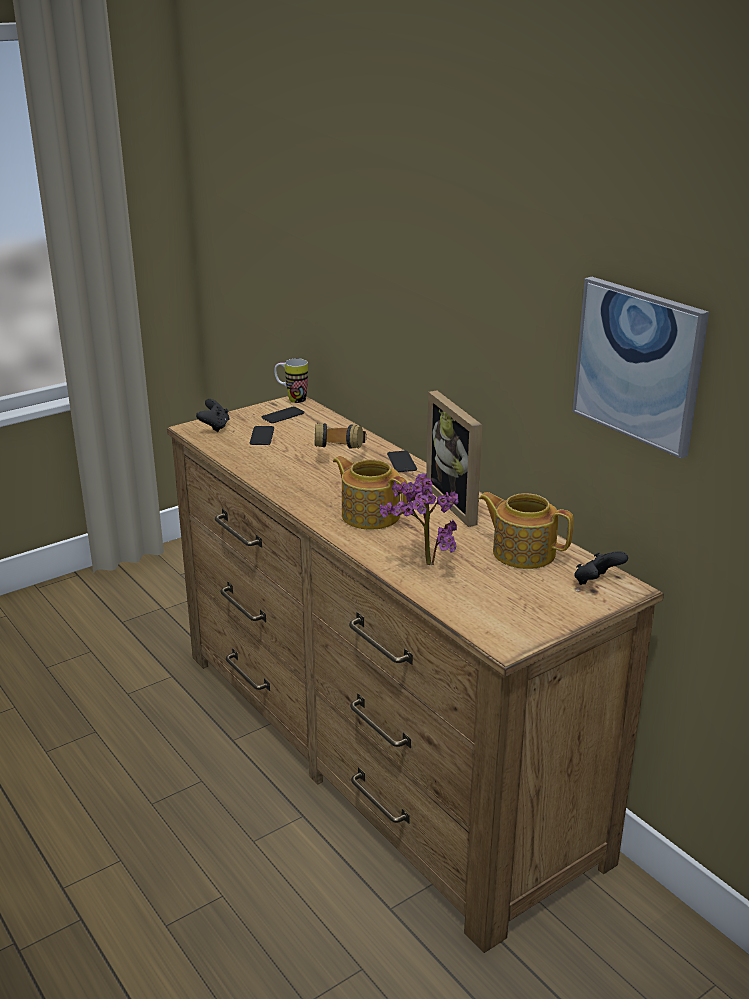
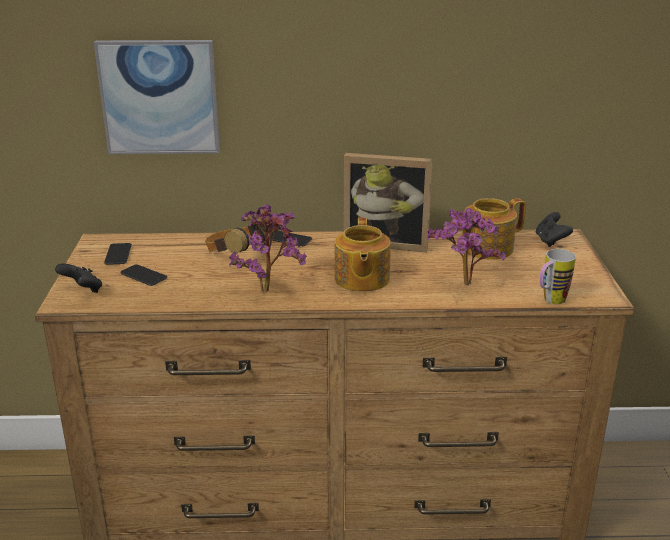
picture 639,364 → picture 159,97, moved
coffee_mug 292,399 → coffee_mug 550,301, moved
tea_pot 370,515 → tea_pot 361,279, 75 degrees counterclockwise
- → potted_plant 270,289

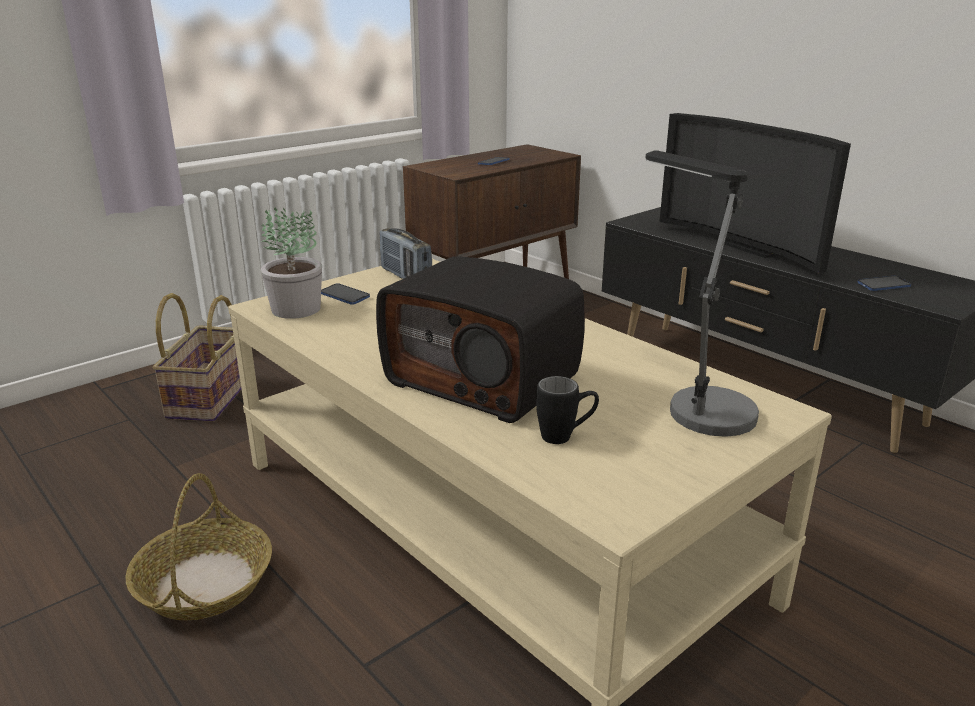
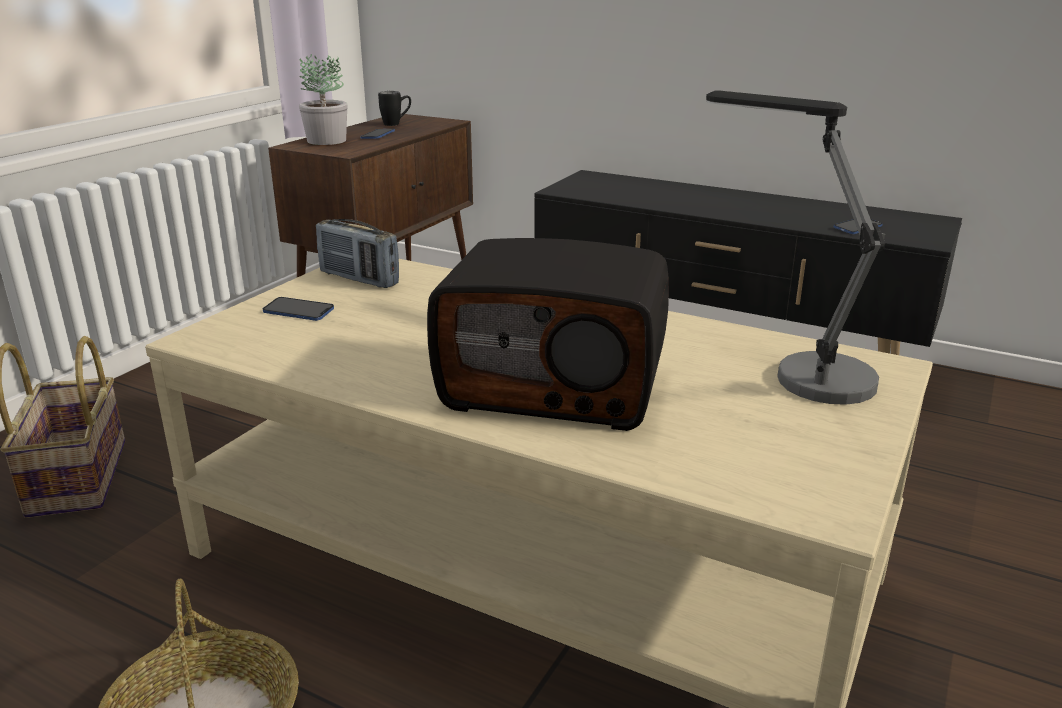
TV 752,247 → -
potted_plant 296,309 → potted_plant 327,141, moved
black-coloured_coffee_mug 565,436 → black-coloured_coffee_mug 396,124, moved

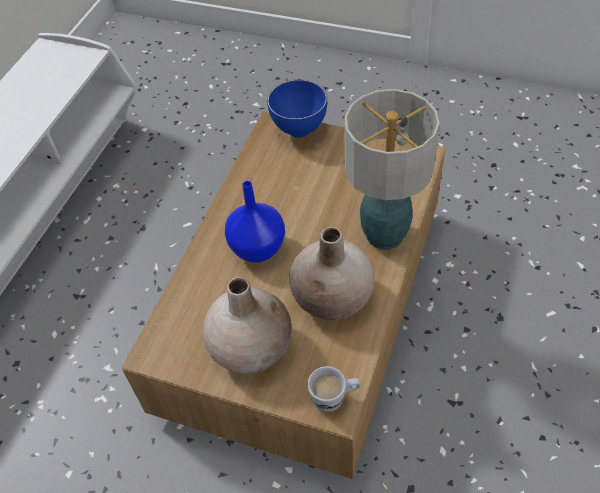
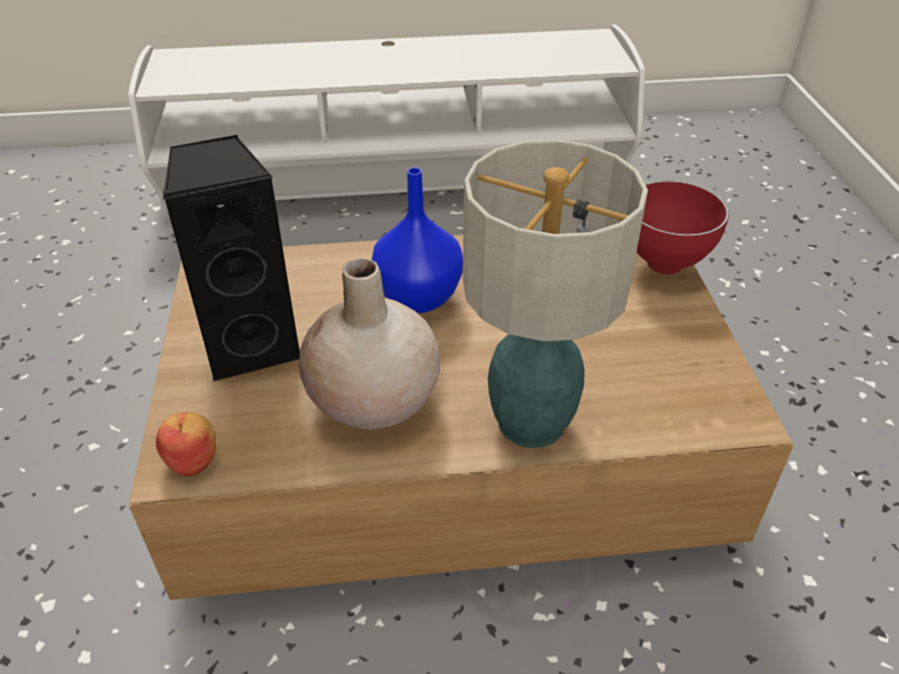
bluish_deep_dish 300,132 → red_deep_dish 664,266
sand-coloured_flower_vase 251,346 → black-coloured_speaker 252,345
white-coloured_coffee_mug 335,398 → whole_apple 193,460

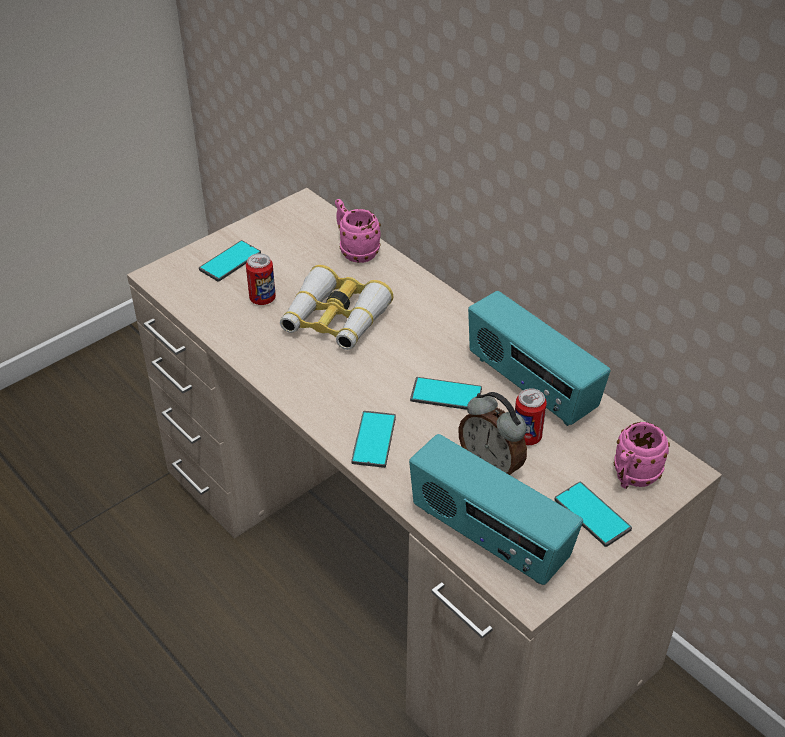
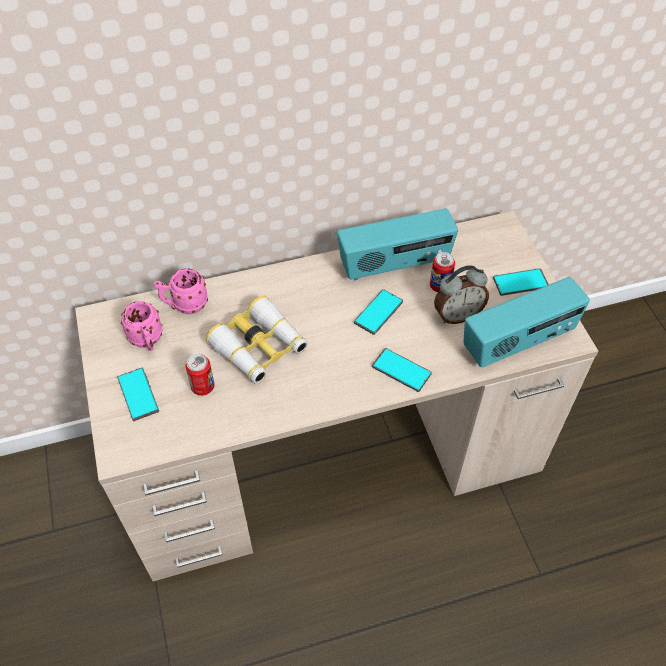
pink_coffee_mug 632,478 → pink_coffee_mug 148,341, moved

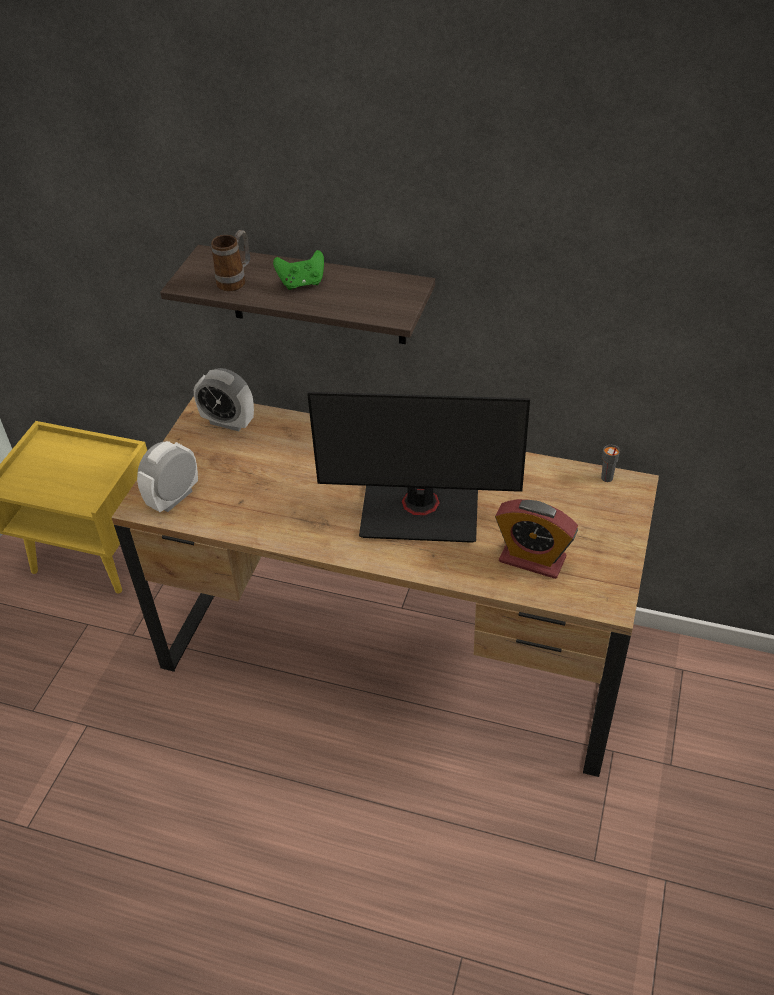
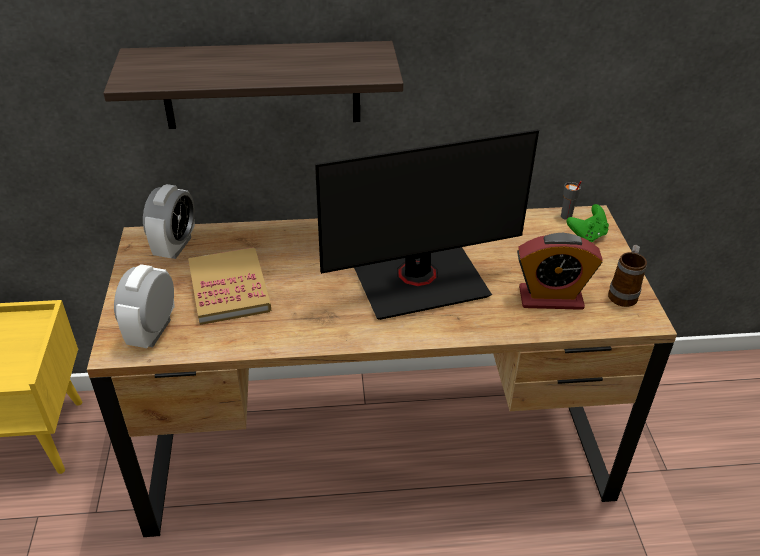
coffee_mug 236,281 → coffee_mug 623,294, moved
greenish_game_controller 302,283 → greenish_game_controller 587,236, moved
bedside_clock 228,422 → bedside_clock 175,246, 75 degrees counterclockwise
- → volume 229,288

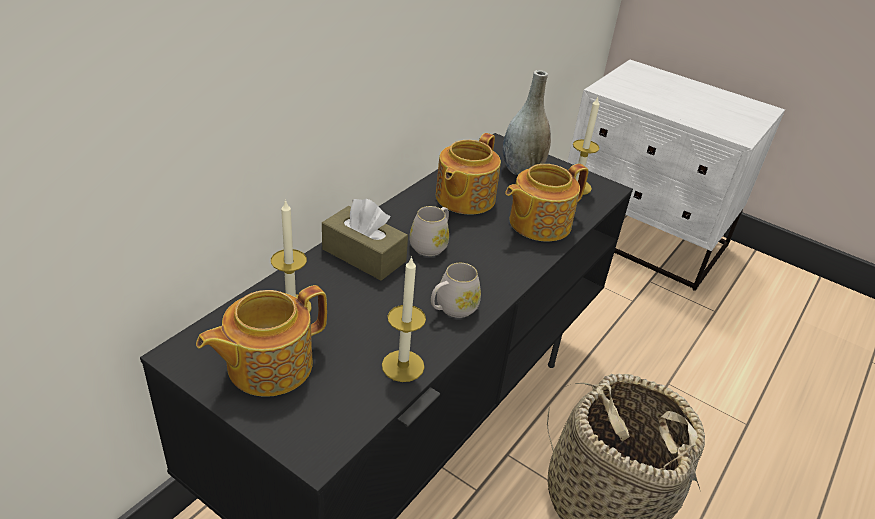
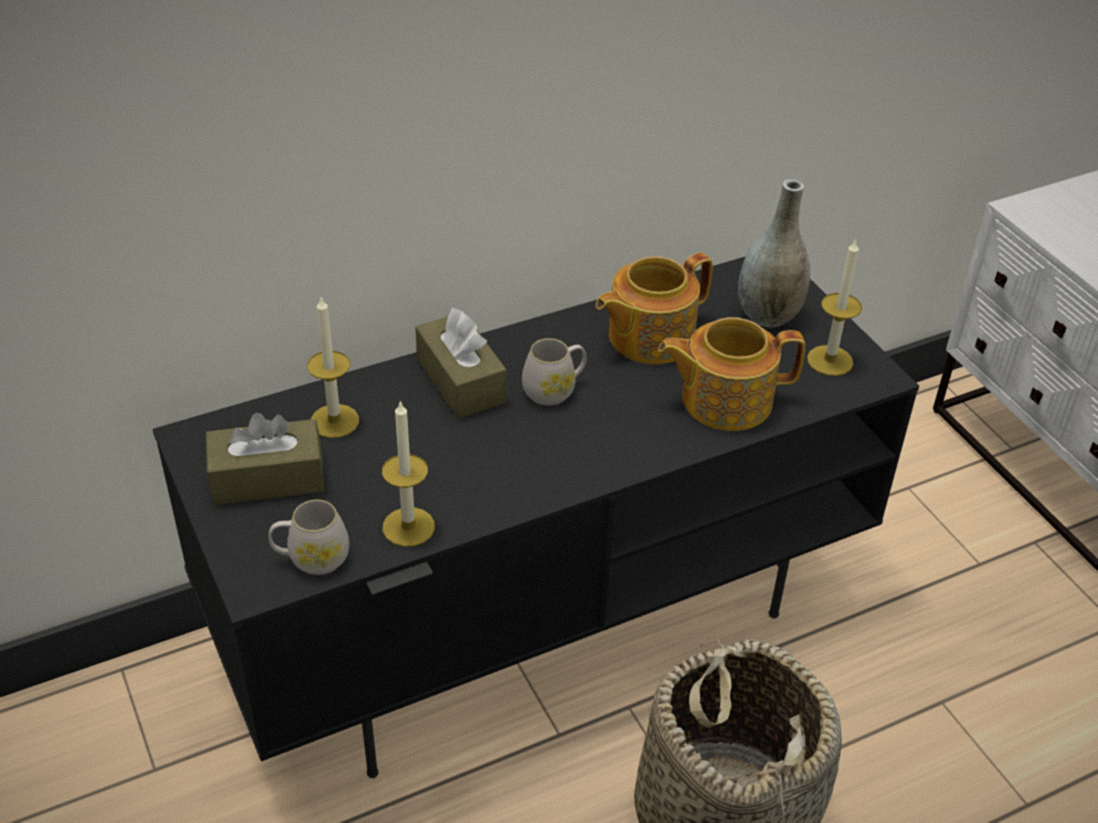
white-coloured_coffee_mug 452,309 → white-coloured_coffee_mug 311,558, moved
tea_pot 267,365 → brown_tissue_holder 267,478

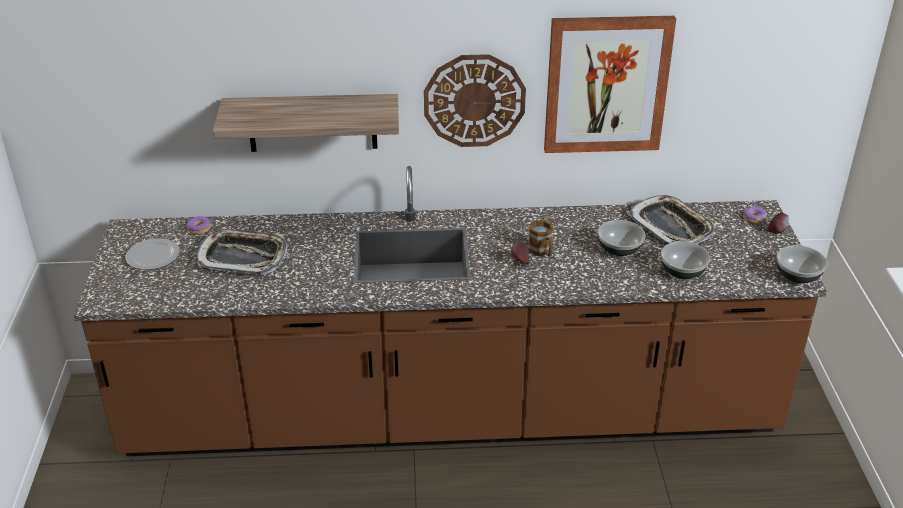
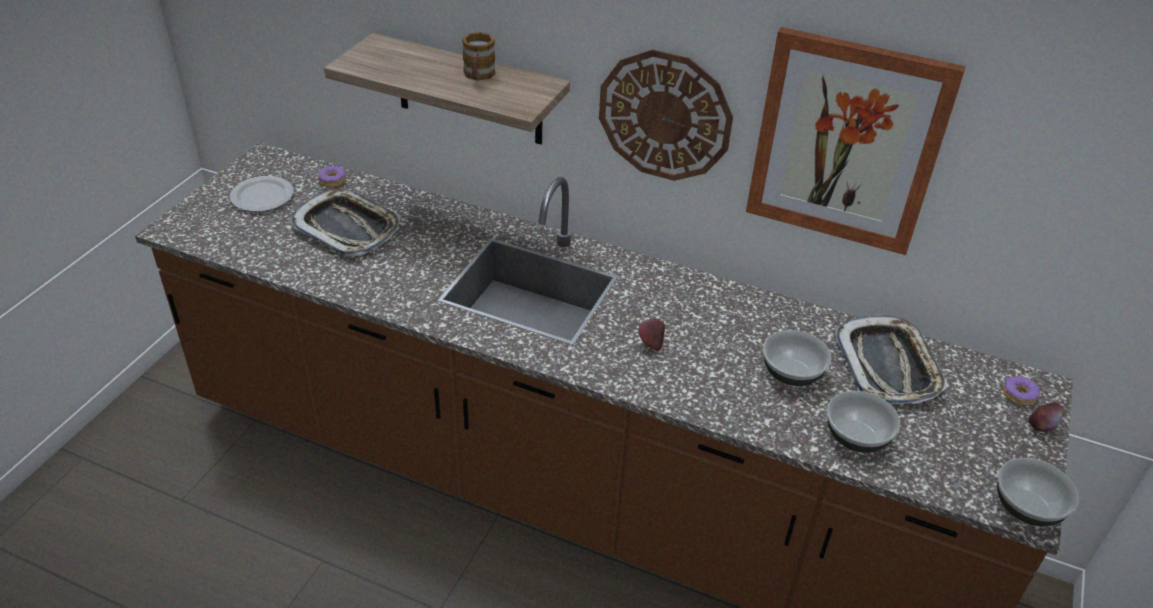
coffee_mug 542,252 → coffee_mug 478,76, moved

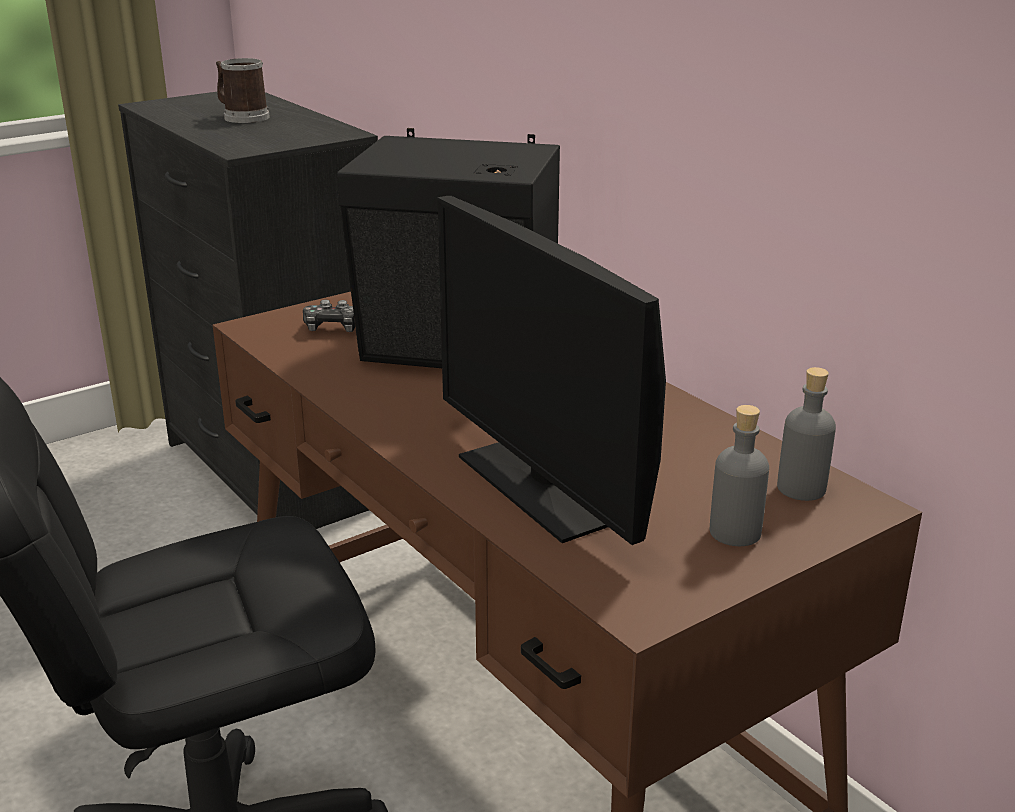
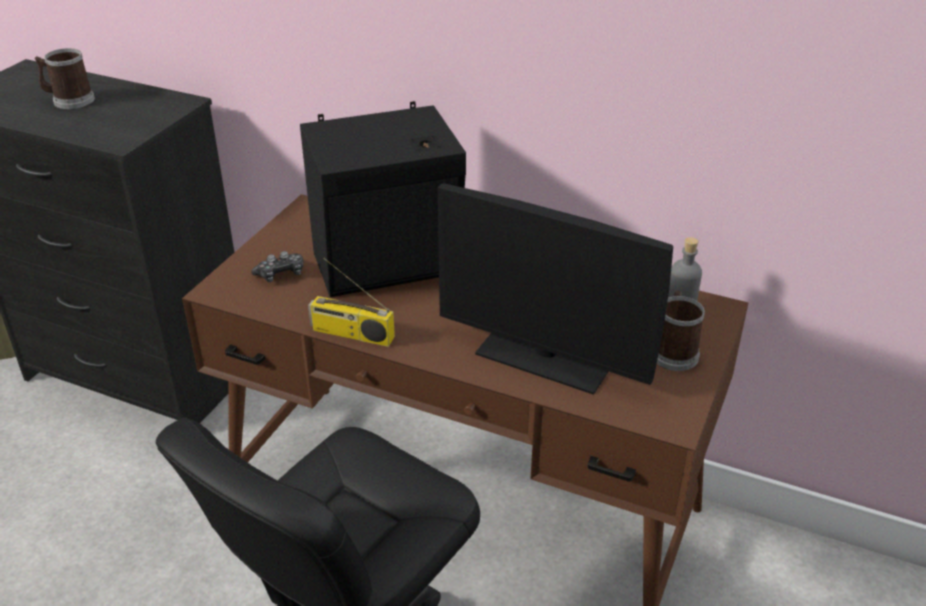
greyish_bottle 735,532 → coffee_mug 673,351
- → radio_set 351,334

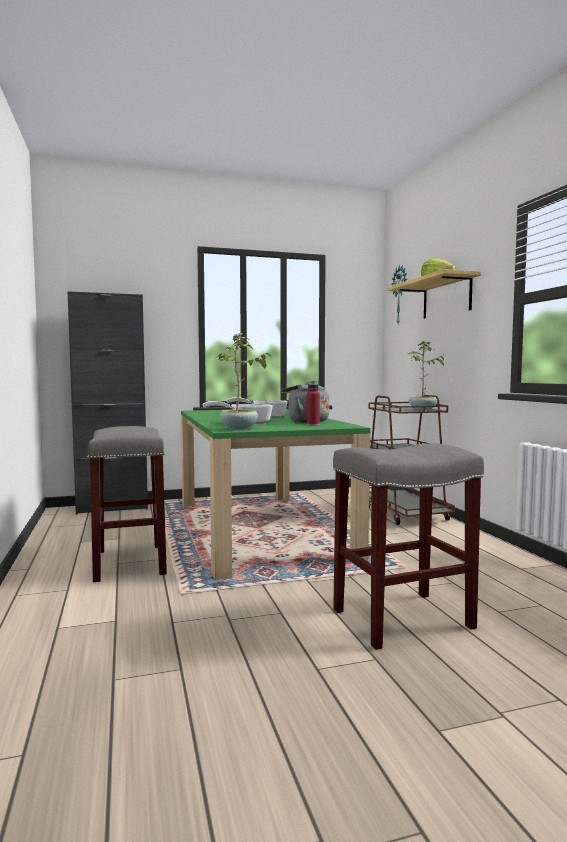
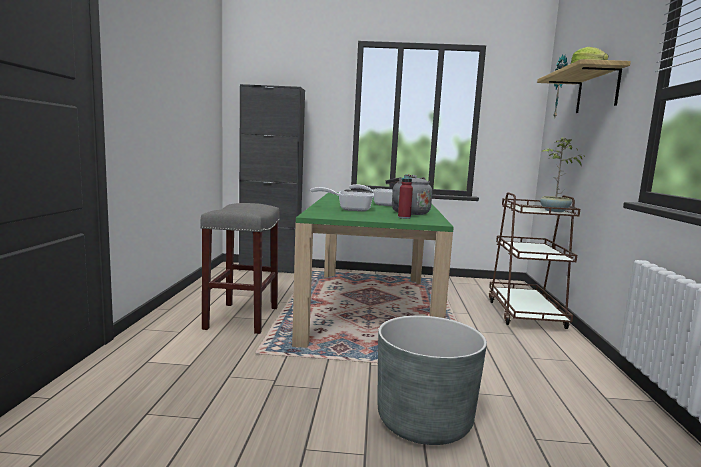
potted_plant 239,428 → -
greyish_sitting_stool 401,619 → greyish_plant_pot 424,422

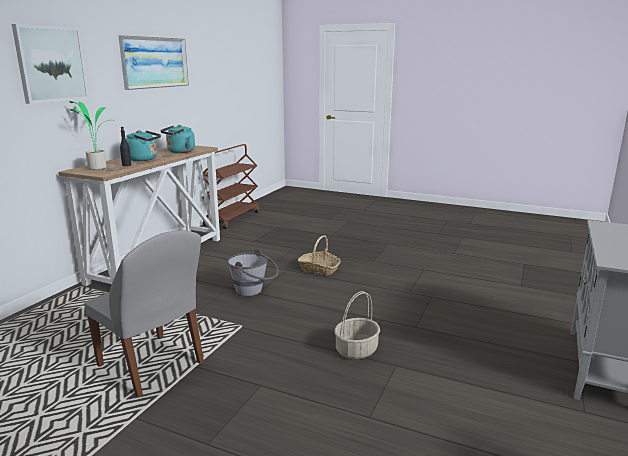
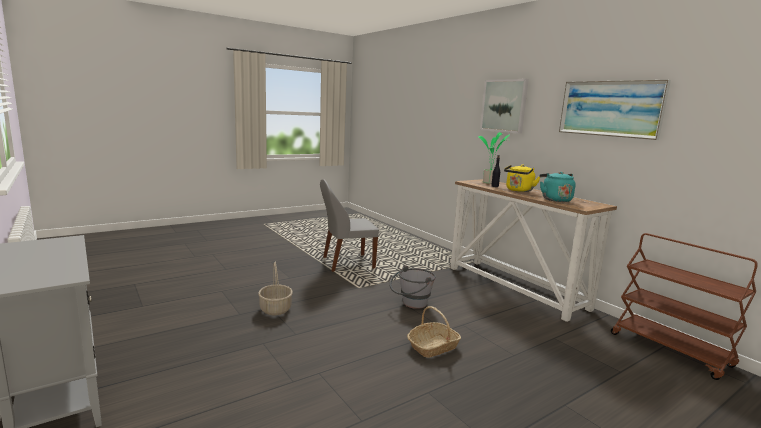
turquoise_water_kettle 144,159 → yellowish_water_kettle 518,190

